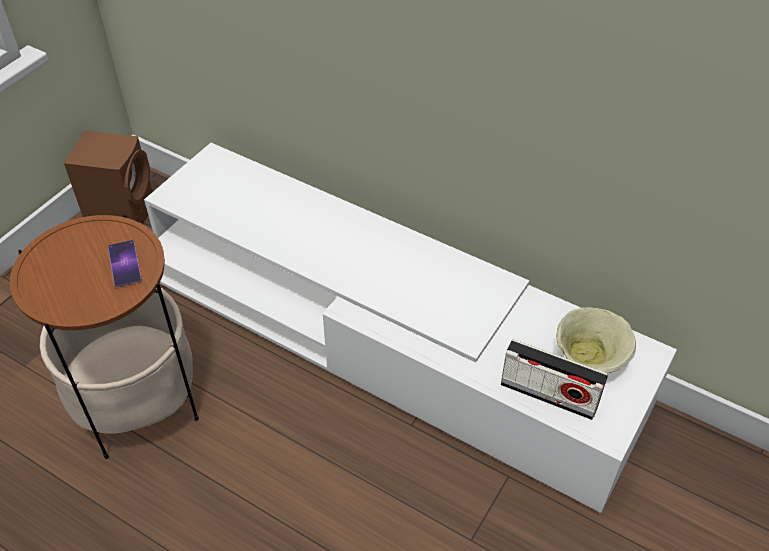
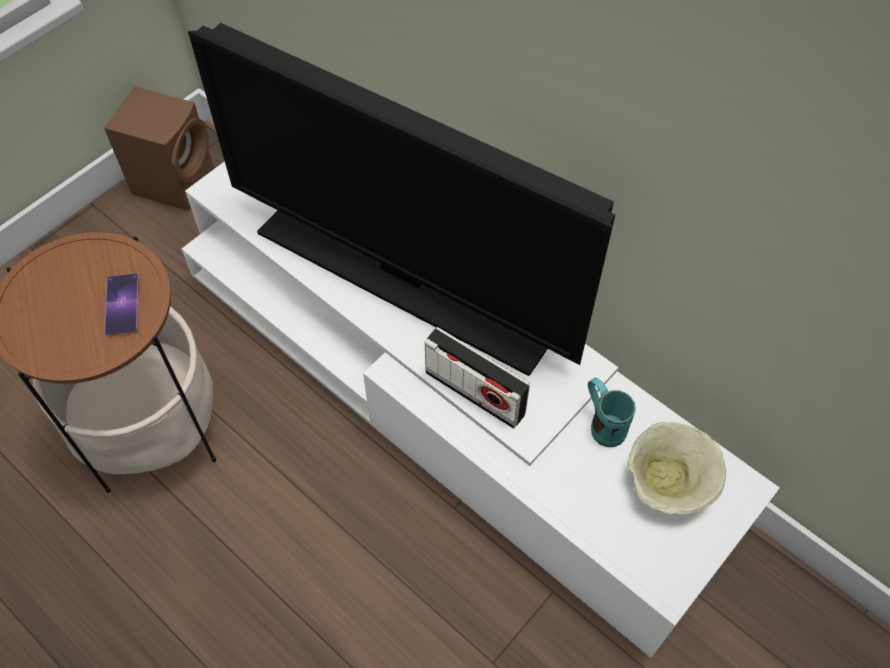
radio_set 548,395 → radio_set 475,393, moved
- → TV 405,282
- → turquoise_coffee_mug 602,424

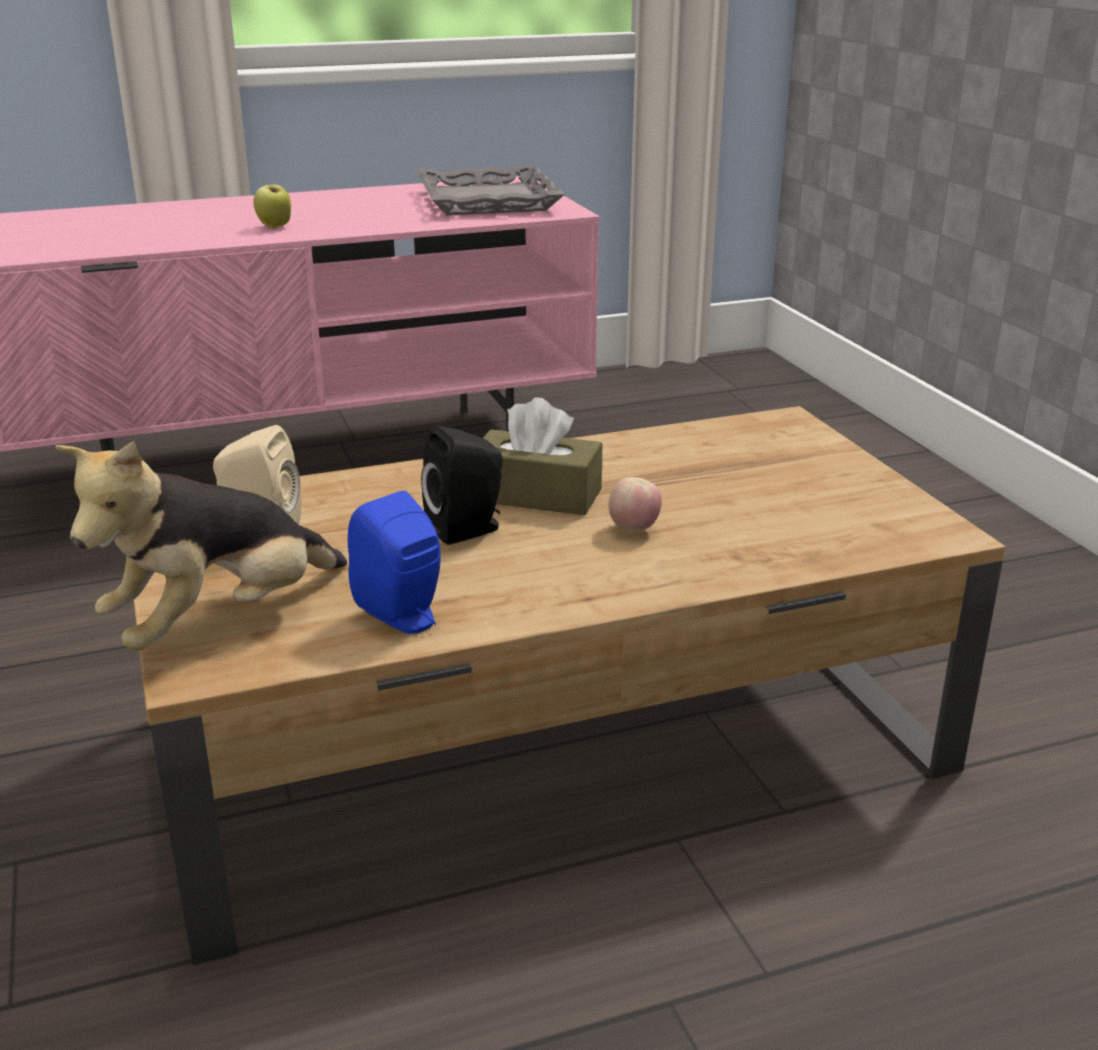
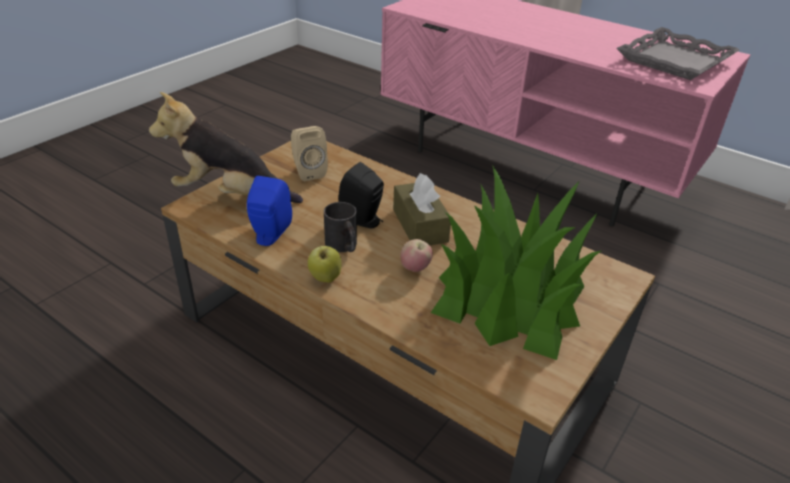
whole_apple 274,227 → whole_apple 325,278, moved
- → potted_plant 509,300
- → black-coloured_coffee_mug 344,246

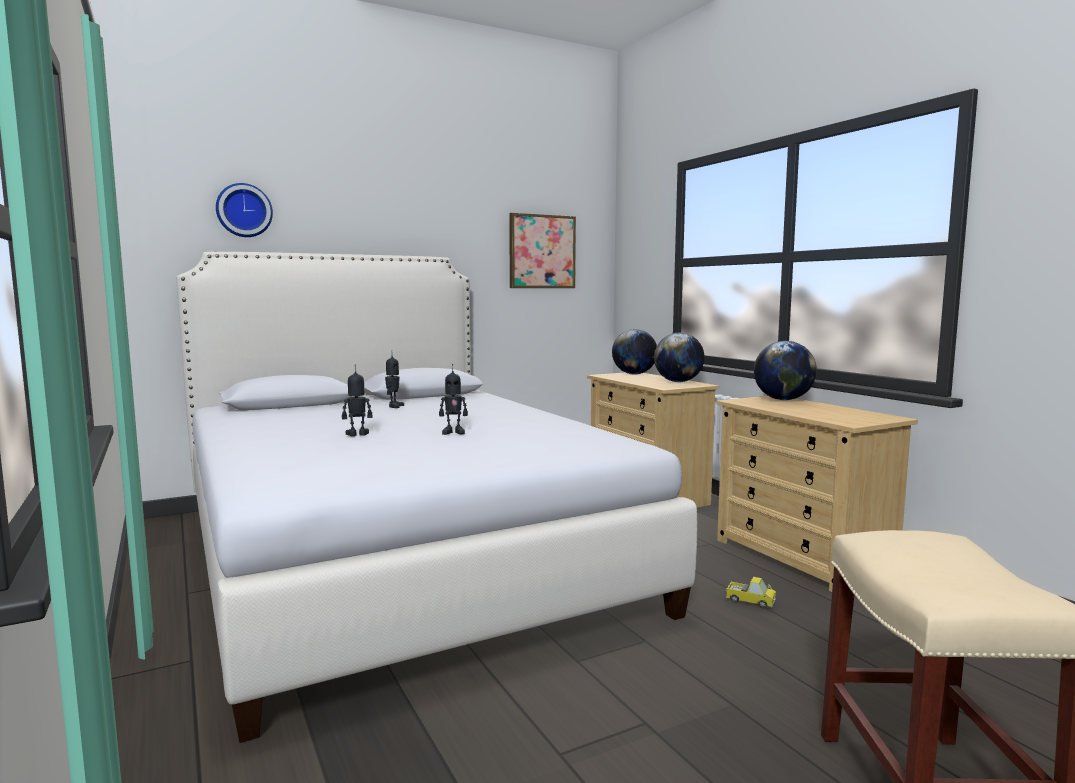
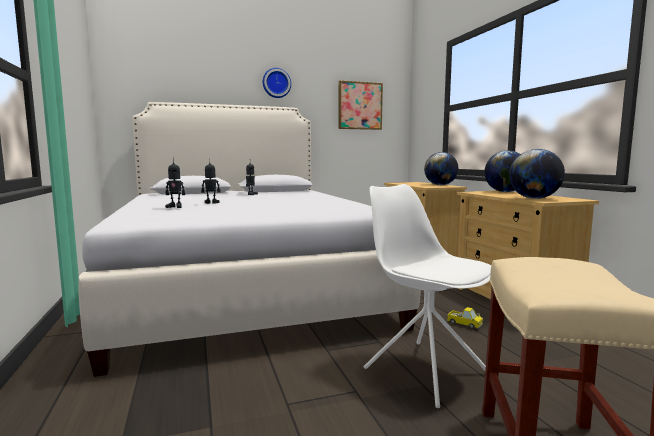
wall_clock 244,210 → wall_clock 276,83, moved
world_globe 634,374 → world_globe 534,198, moved
robot_figure 453,432 → robot_figure 175,207, moved
- → white-coloured_upright_chair 424,370

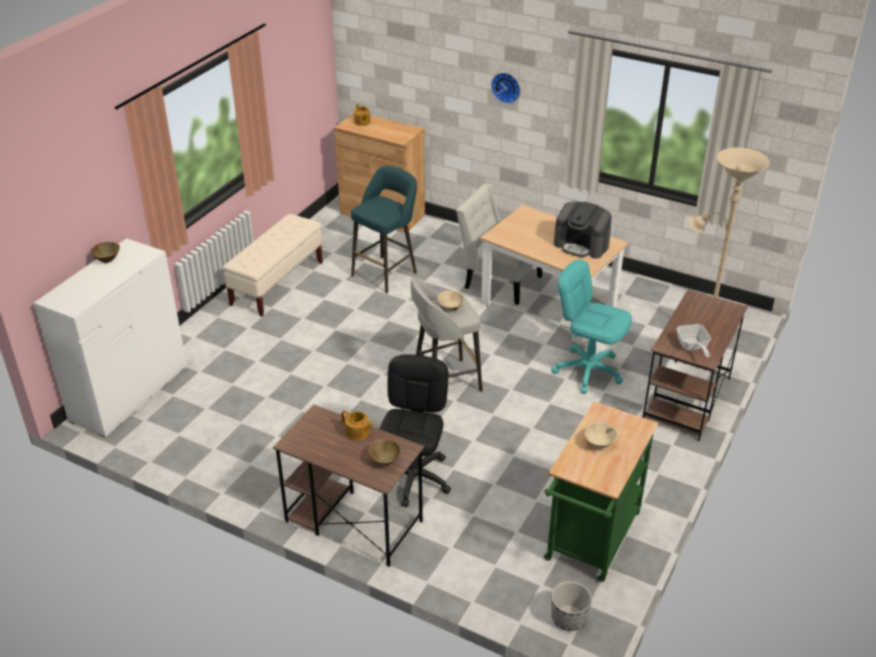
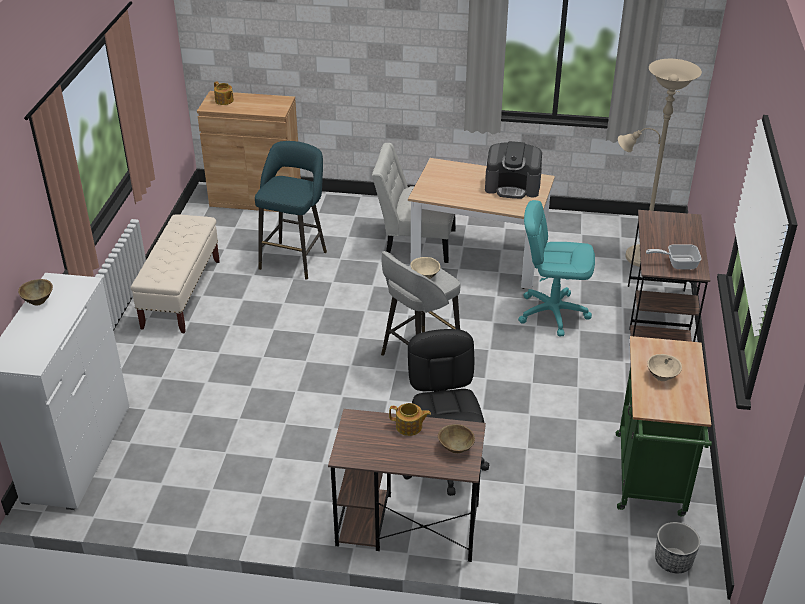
wall_clock 506,87 → -
frying_pan 692,347 → frying_pan 677,263, 120 degrees clockwise

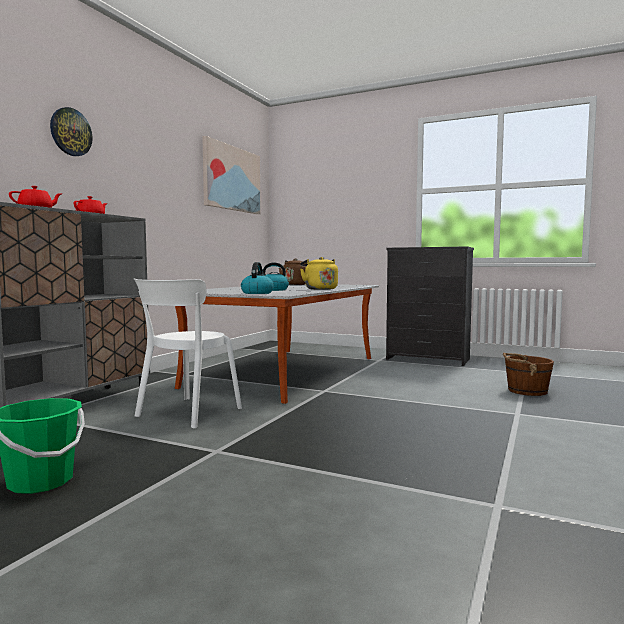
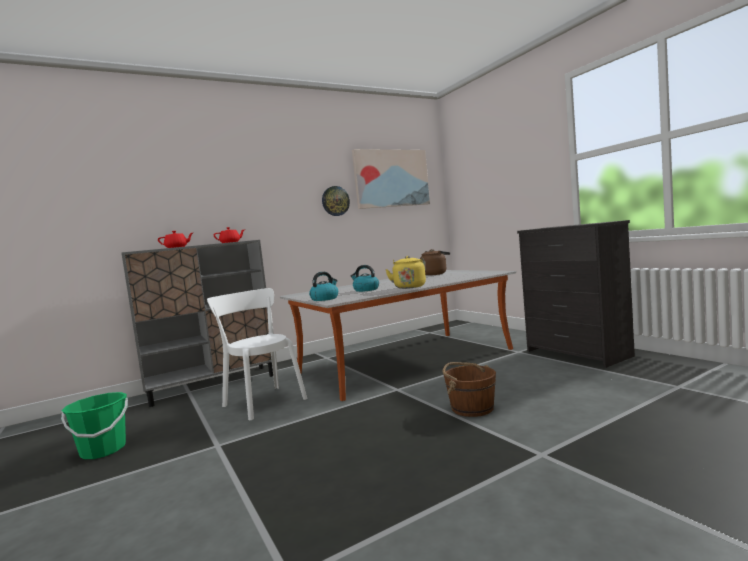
wall_clock 70,132 → wall_clock 335,201, moved
white-coloured_upright_chair 186,413 → white-coloured_upright_chair 263,401, 75 degrees clockwise
brown_water_bucket 526,391 → brown_water_bucket 471,408, moved

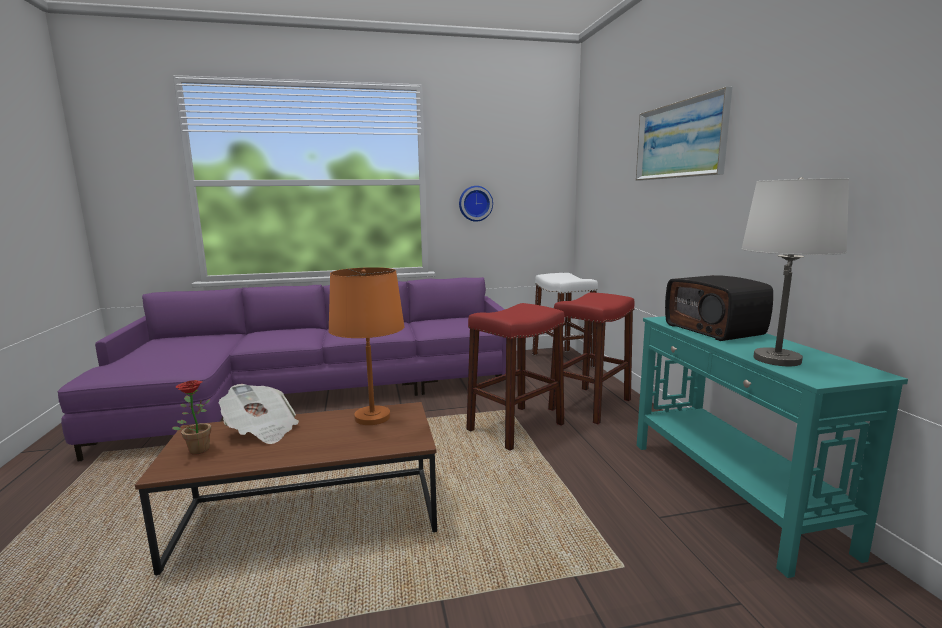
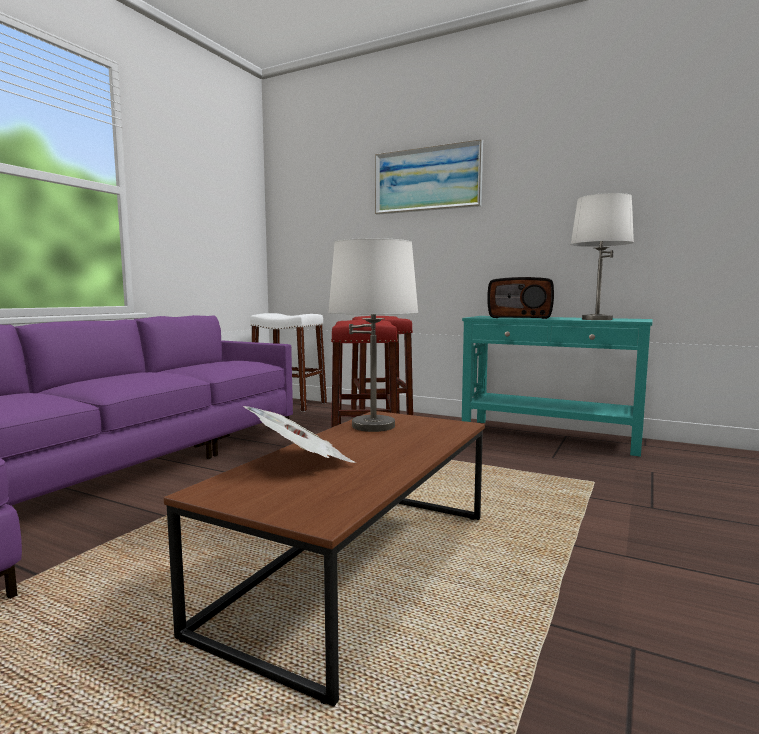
wall_clock 475,203 → -
orange-coloured_table_lamp 373,417 → white-coloured_table_lamp 374,426
potted_plant 197,449 → -

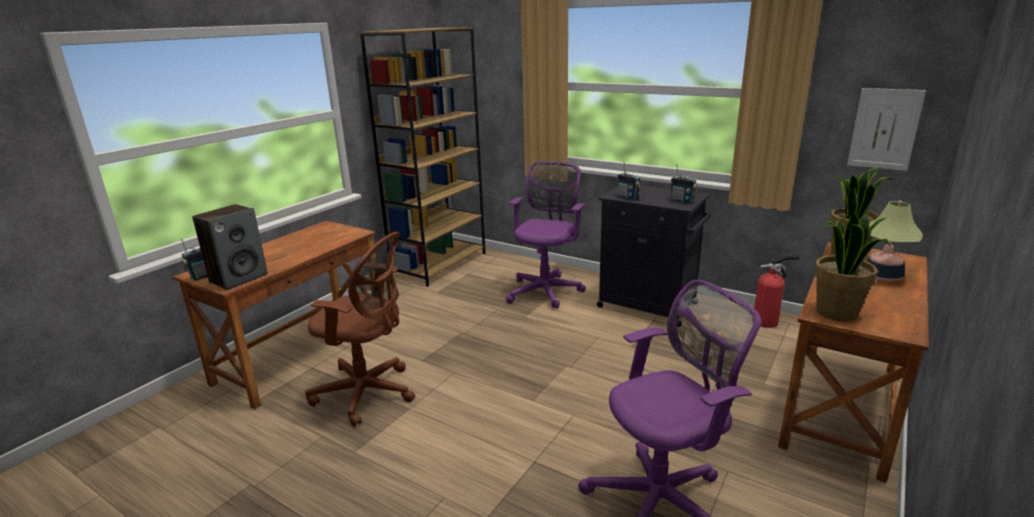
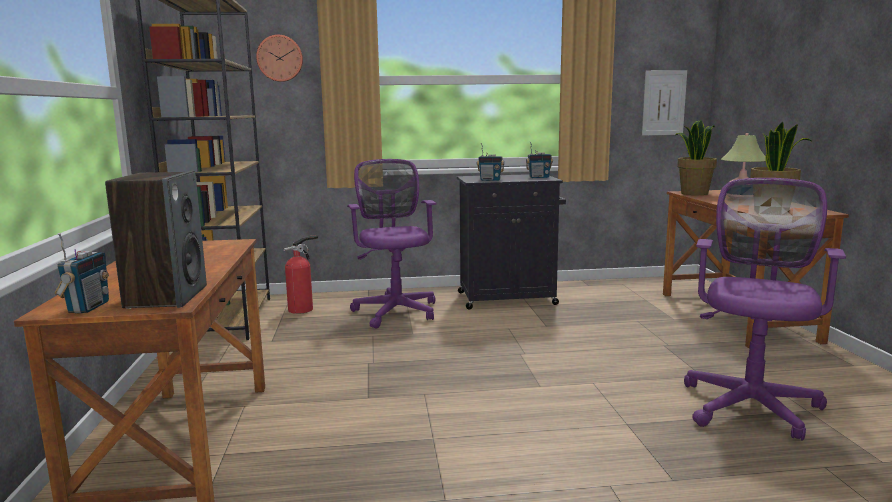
brown_desk_chair 368,393 → -
fire-fighting_cylinder 767,321 → fire-fighting_cylinder 303,309, moved
- → wall_clock 280,58

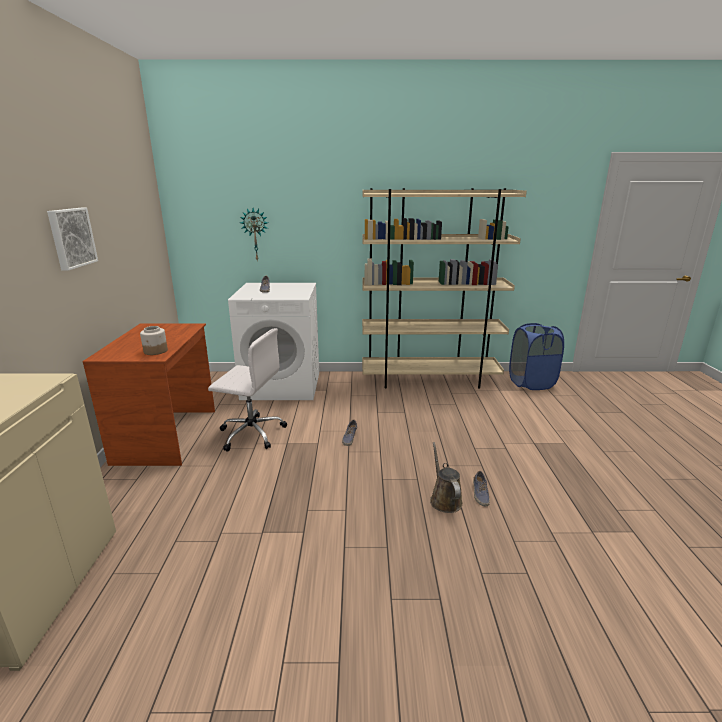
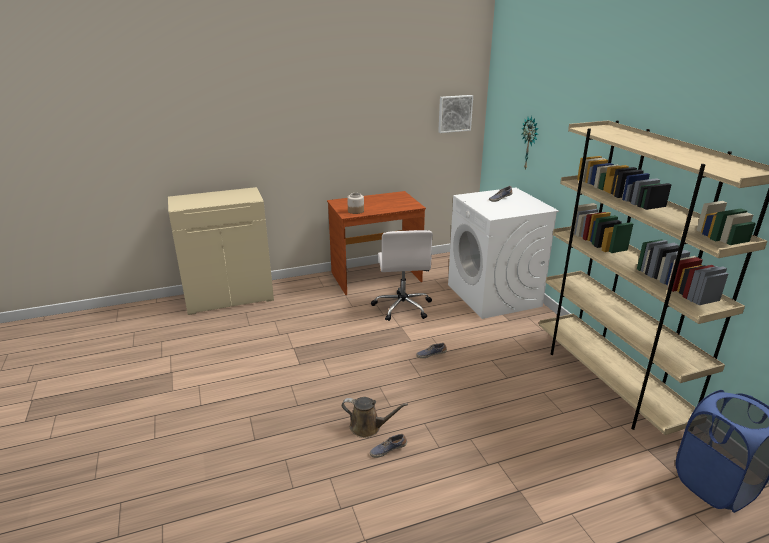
picture 71,238 → picture 454,113, moved
brown_sprinkling_can 444,499 → brown_sprinkling_can 368,427, 45 degrees clockwise

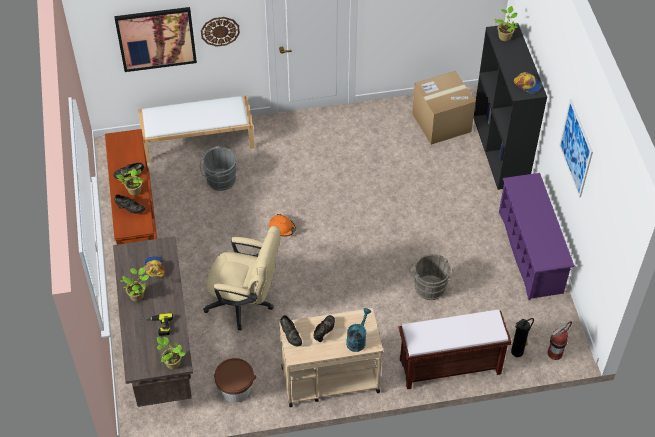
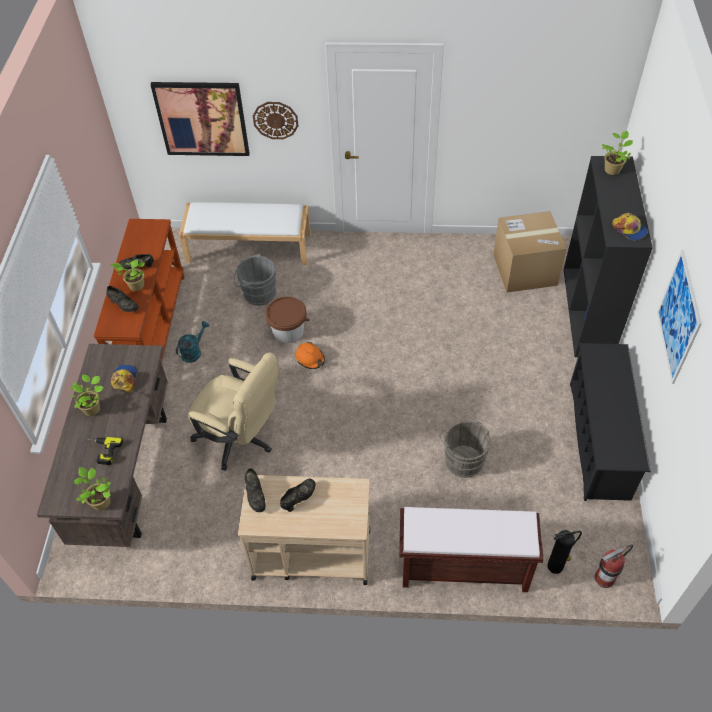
purple-coloured_shoe_stand 530,252 → black-coloured_shoe_stand 599,440
turquoise_sprinkling_can 357,339 → turquoise_sprinkling_can 193,351, moved
brown_water_bucket 235,389 → brown_water_bucket 288,331, moved

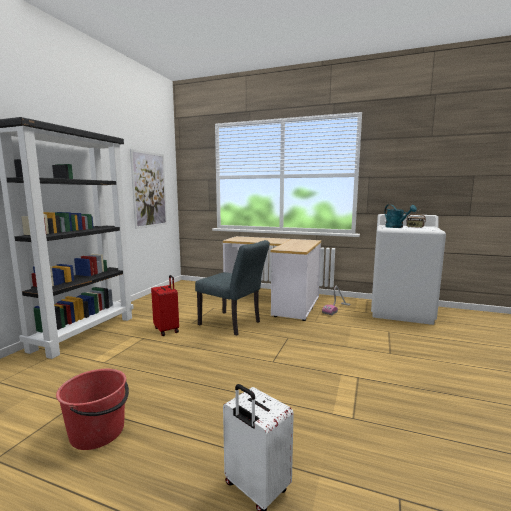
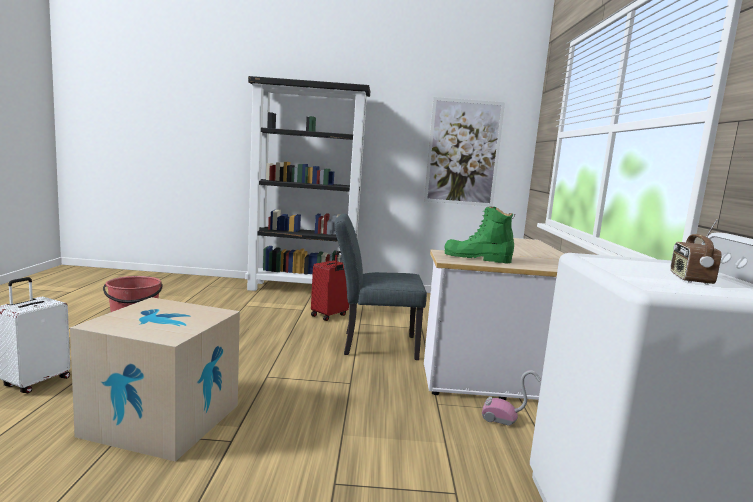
turquoise_sprinkling_can 396,227 → -
greyish_upright_chair 233,324 → greyish_upright_chair 373,345, 75 degrees clockwise
- → greenish_high-top_boot 477,258
- → cardboard_box 162,420

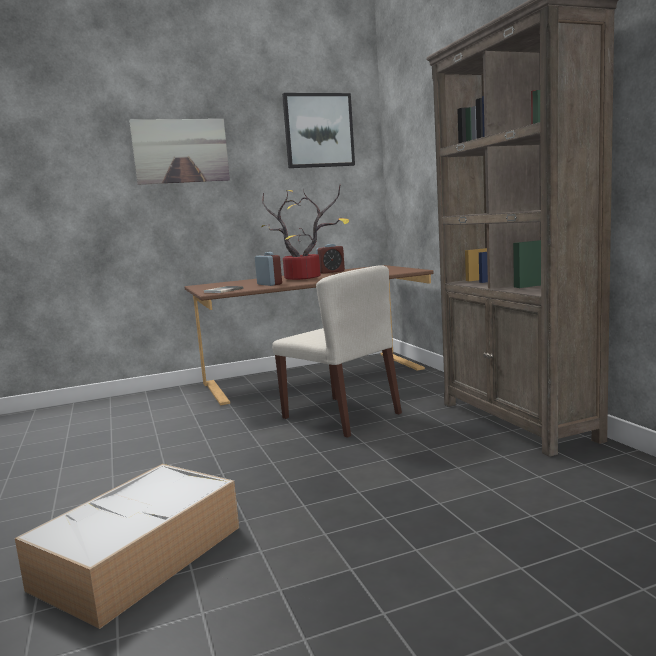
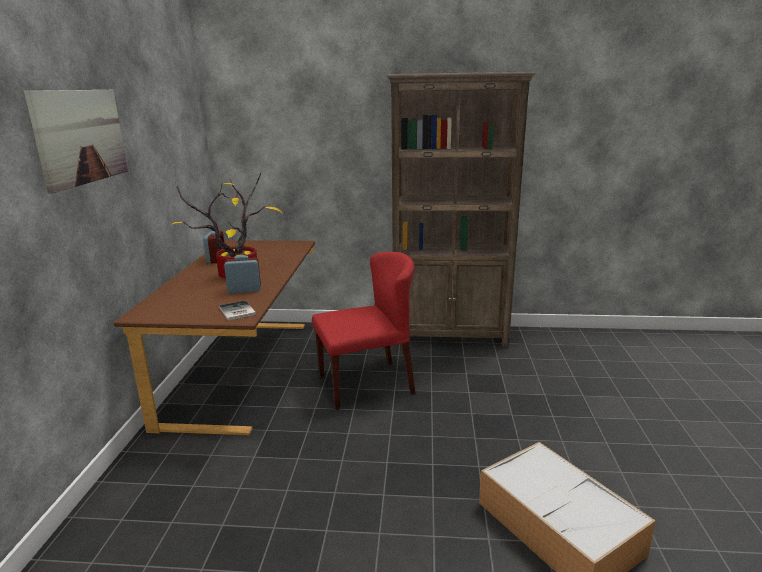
picture 318,131 → -
sand-coloured_upright_chair 342,416 → red_upright_chair 366,384

